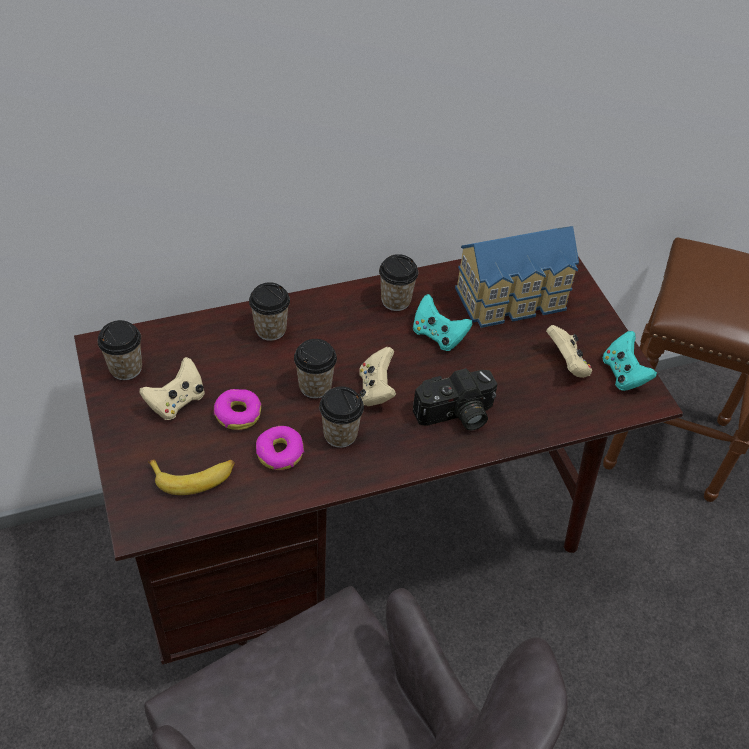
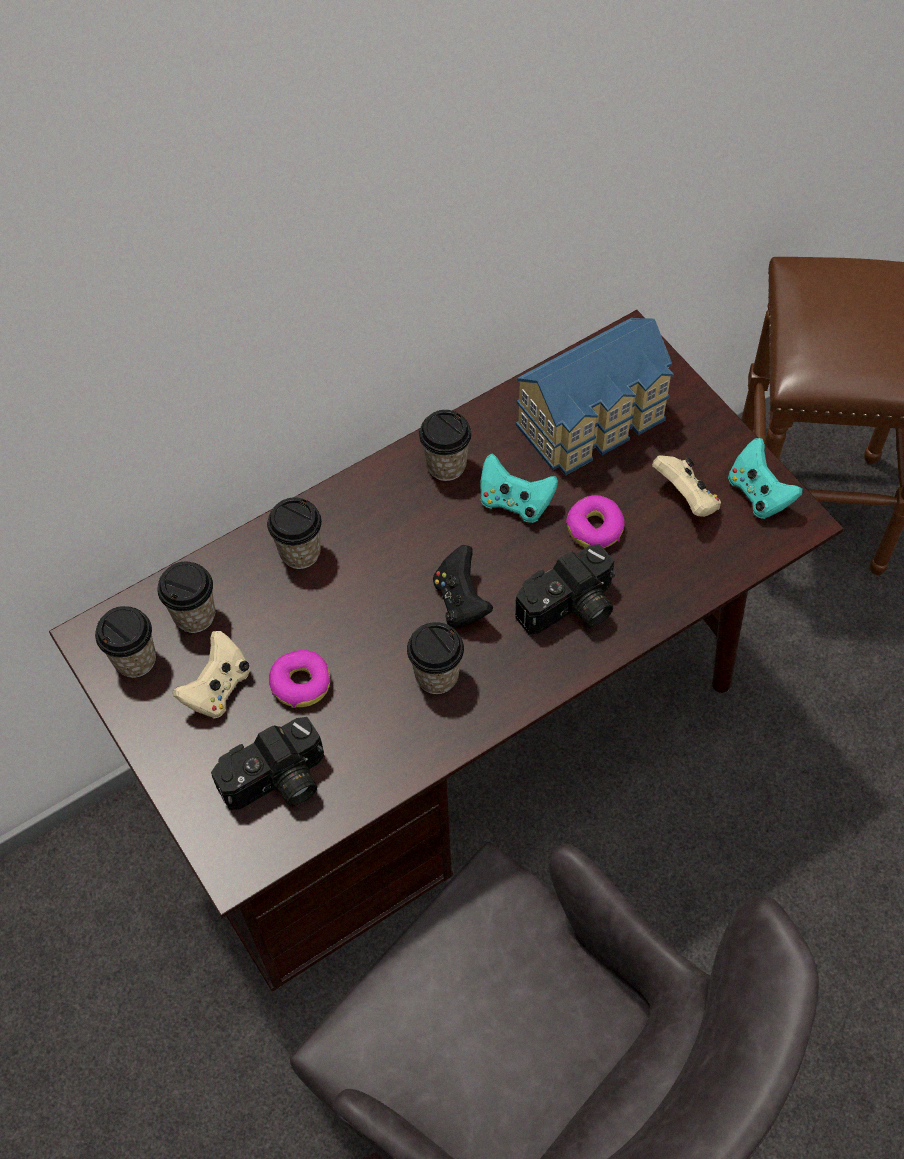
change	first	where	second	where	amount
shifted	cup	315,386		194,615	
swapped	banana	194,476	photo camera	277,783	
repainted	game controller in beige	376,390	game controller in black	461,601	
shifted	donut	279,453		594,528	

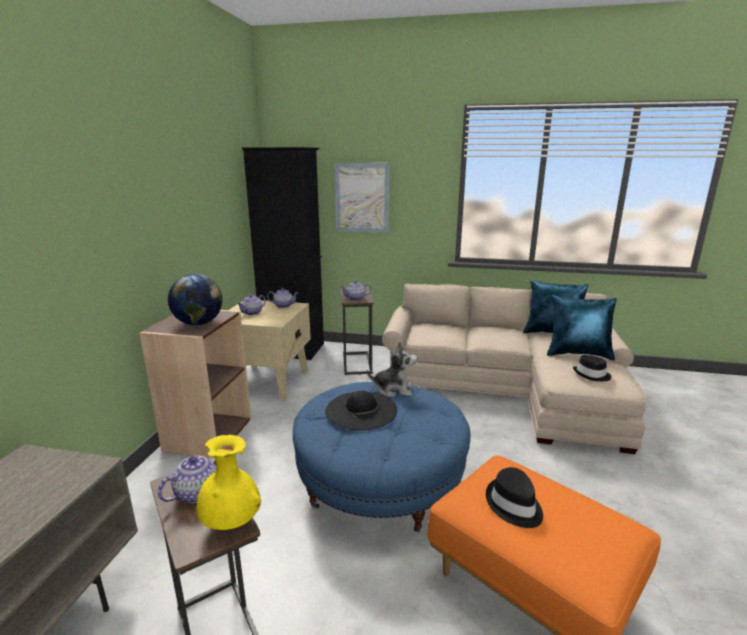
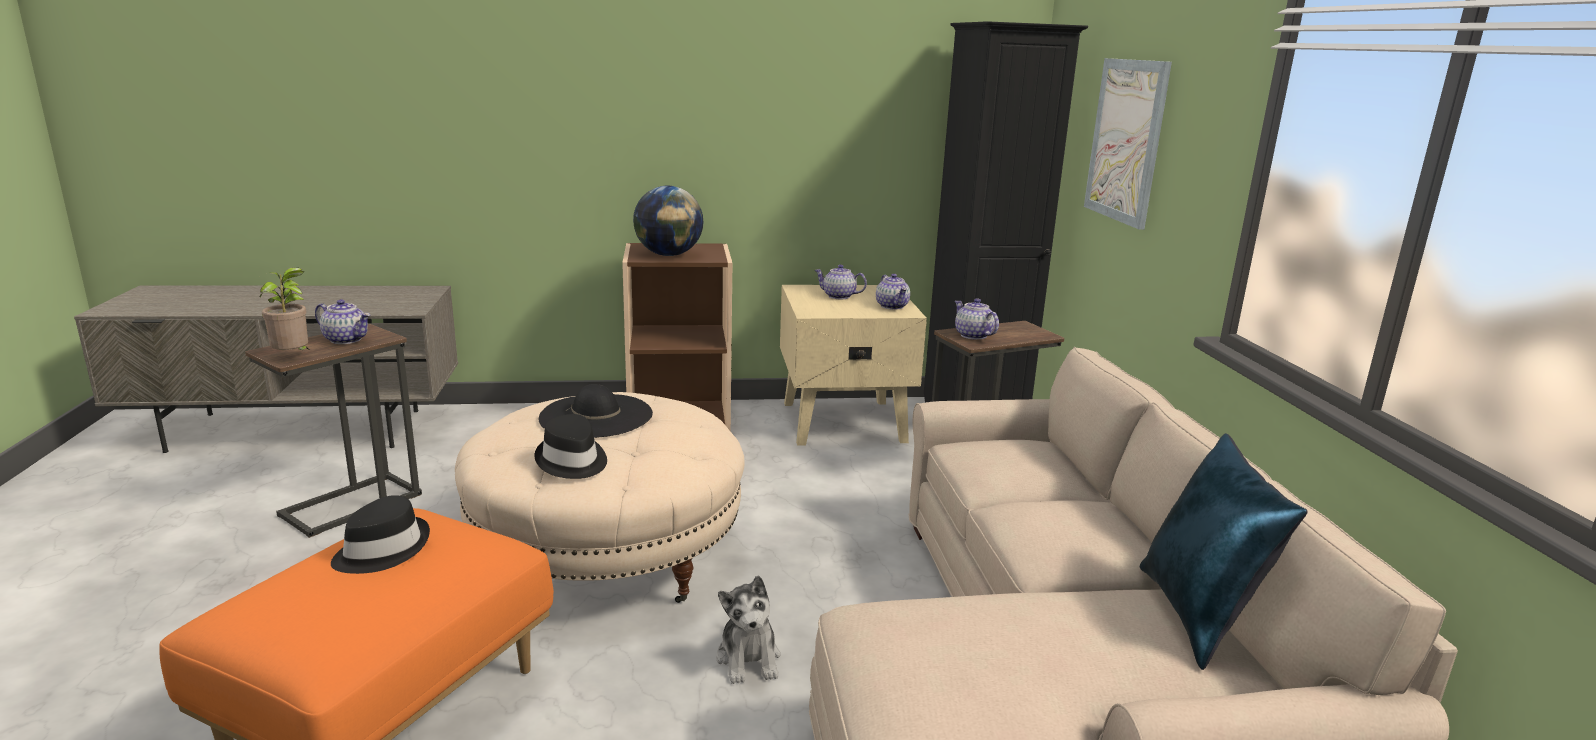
change	first	where	second	where	amount
swapped	vase in yellow	232,524	potted plant	294,357	
repainted	ottoman in blue	380,485	ottoman in beige	606,556	
shifted	hat in black	592,375		571,461	
shifted	plush toy	393,389		749,659	
gone	pillow in blue	578,354			

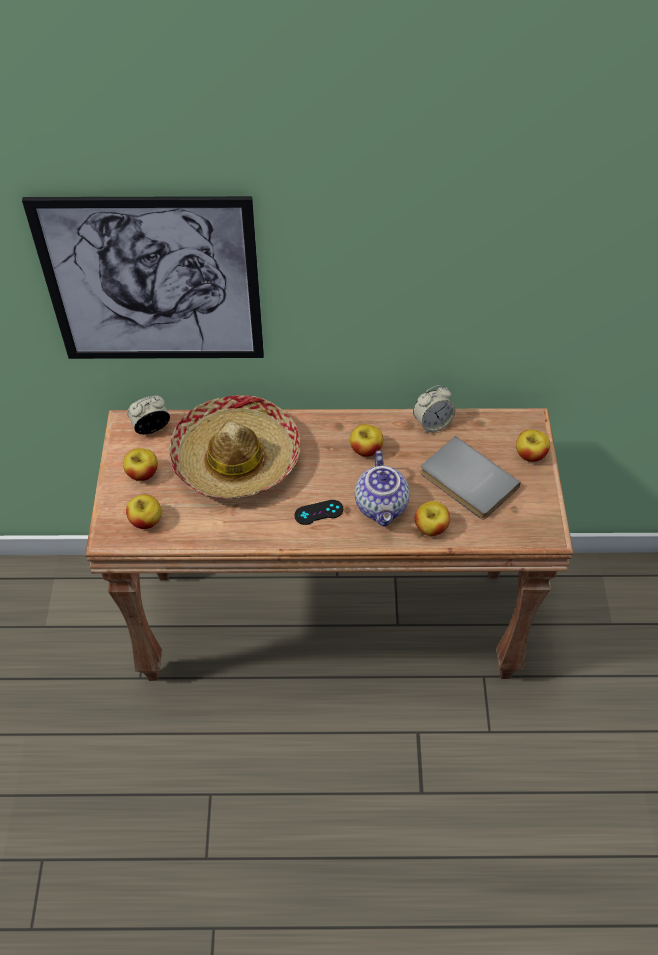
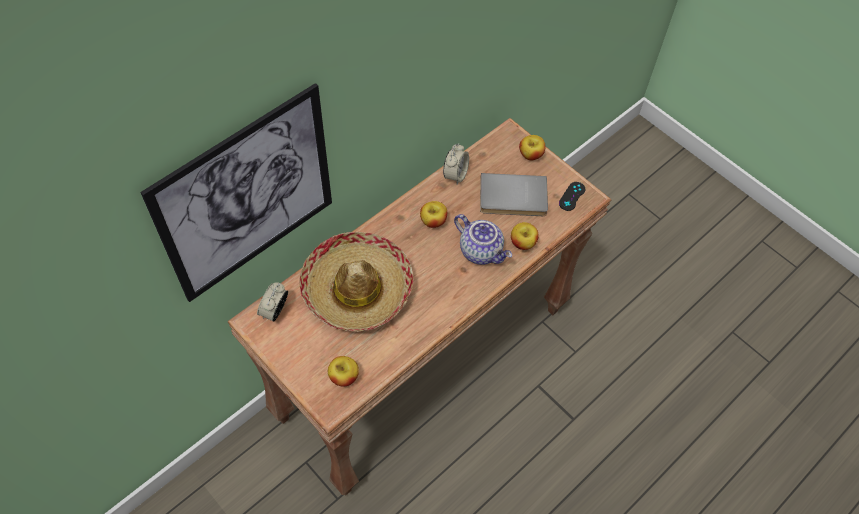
change	first	where	second	where	amount
shifted	game controller in black	319,512		572,196	
gone	apple	142,473			

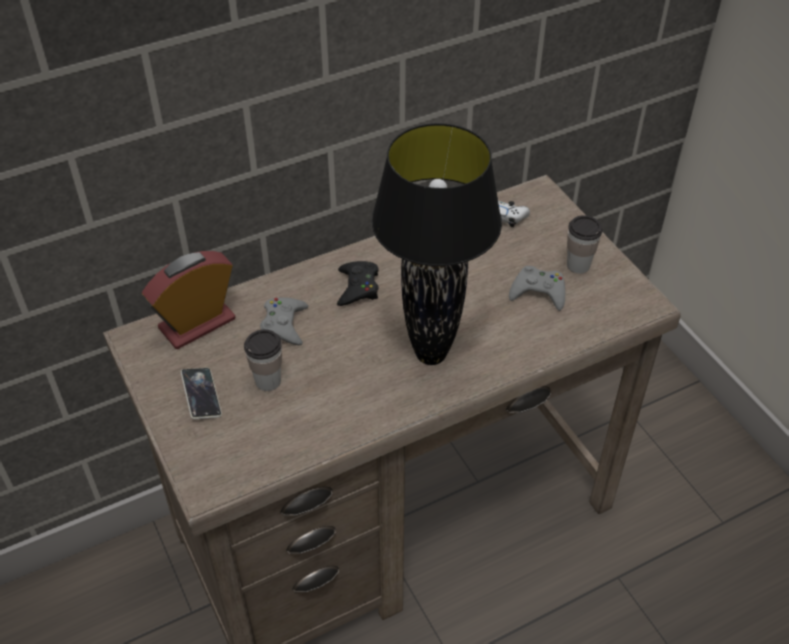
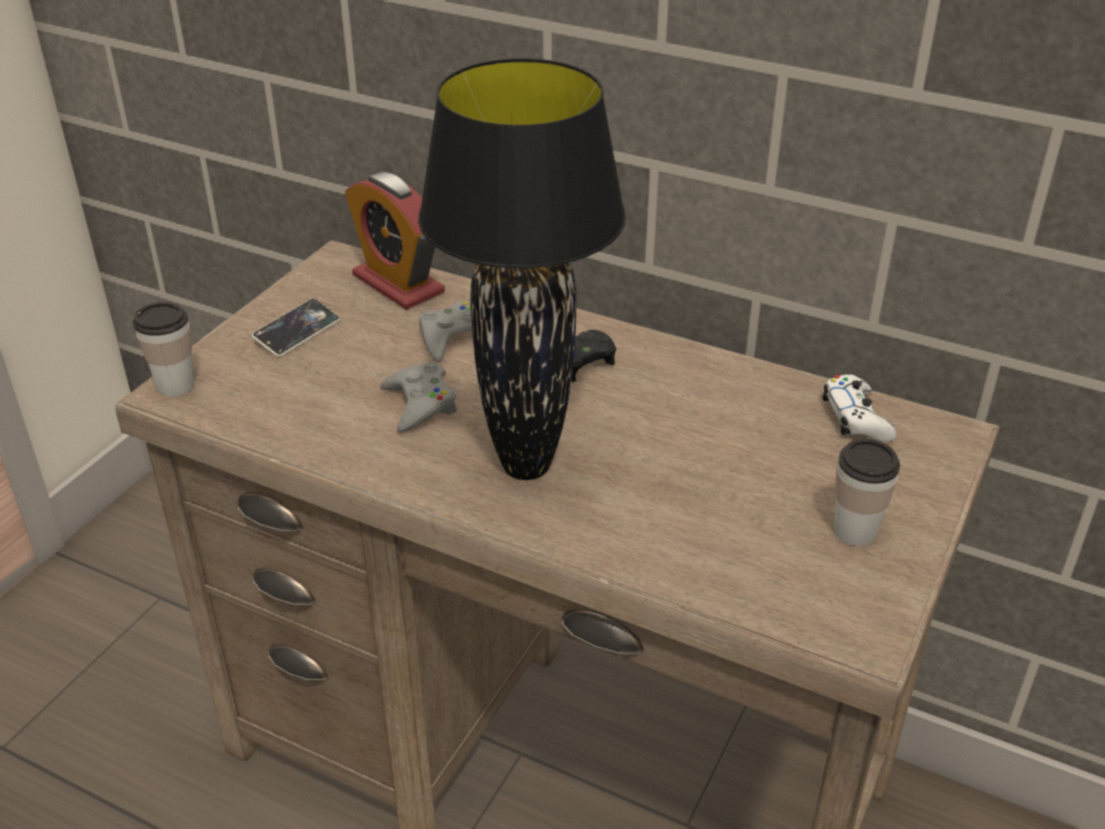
change	first	where	second	where	amount
shifted	cup	268,381		175,385	
rotated	alarm clock	197,324		398,284	150 degrees counterclockwise
shifted	game controller in grey	538,292		420,404	

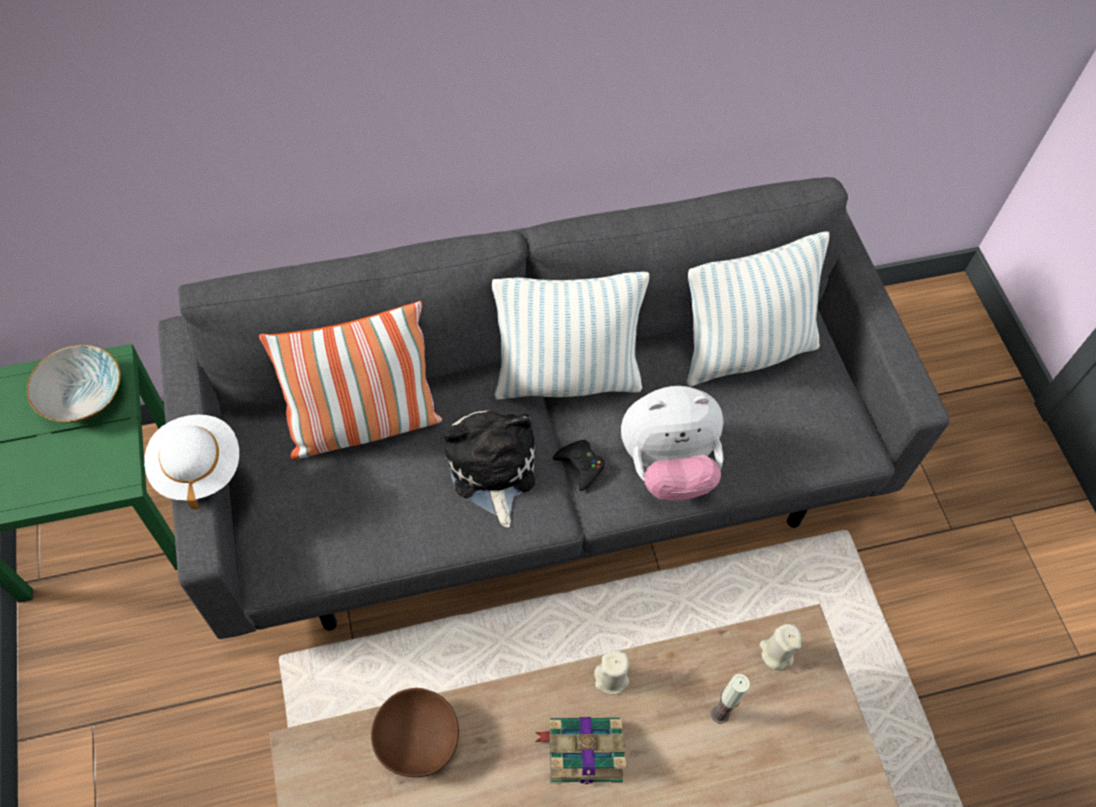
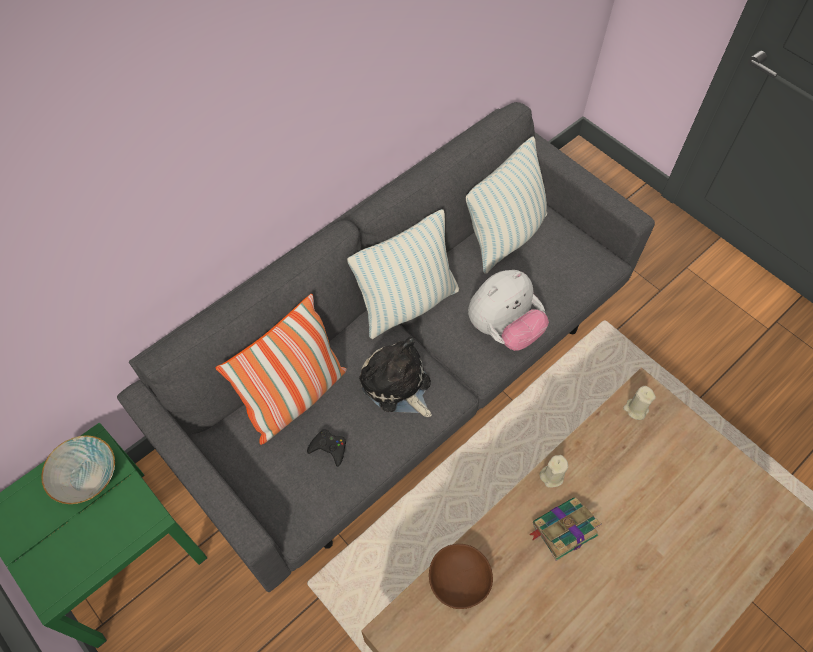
change	first	where	second	where	amount
shifted	game controller in black	580,466		329,448	
gone	hat in white	197,467			
gone	candle	719,714			

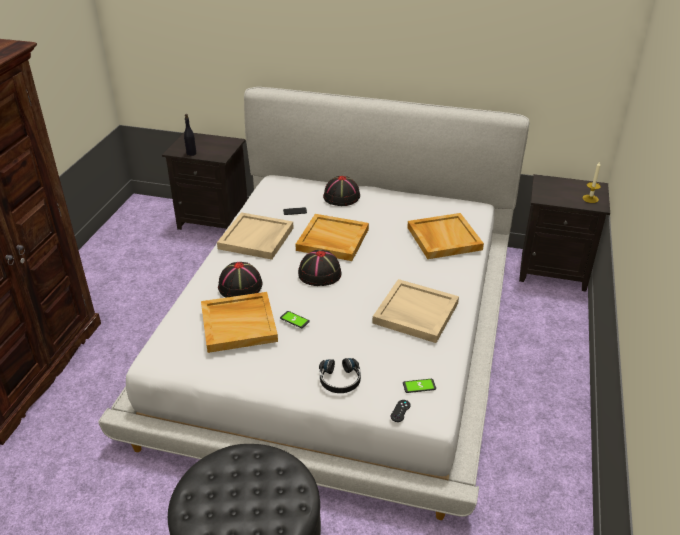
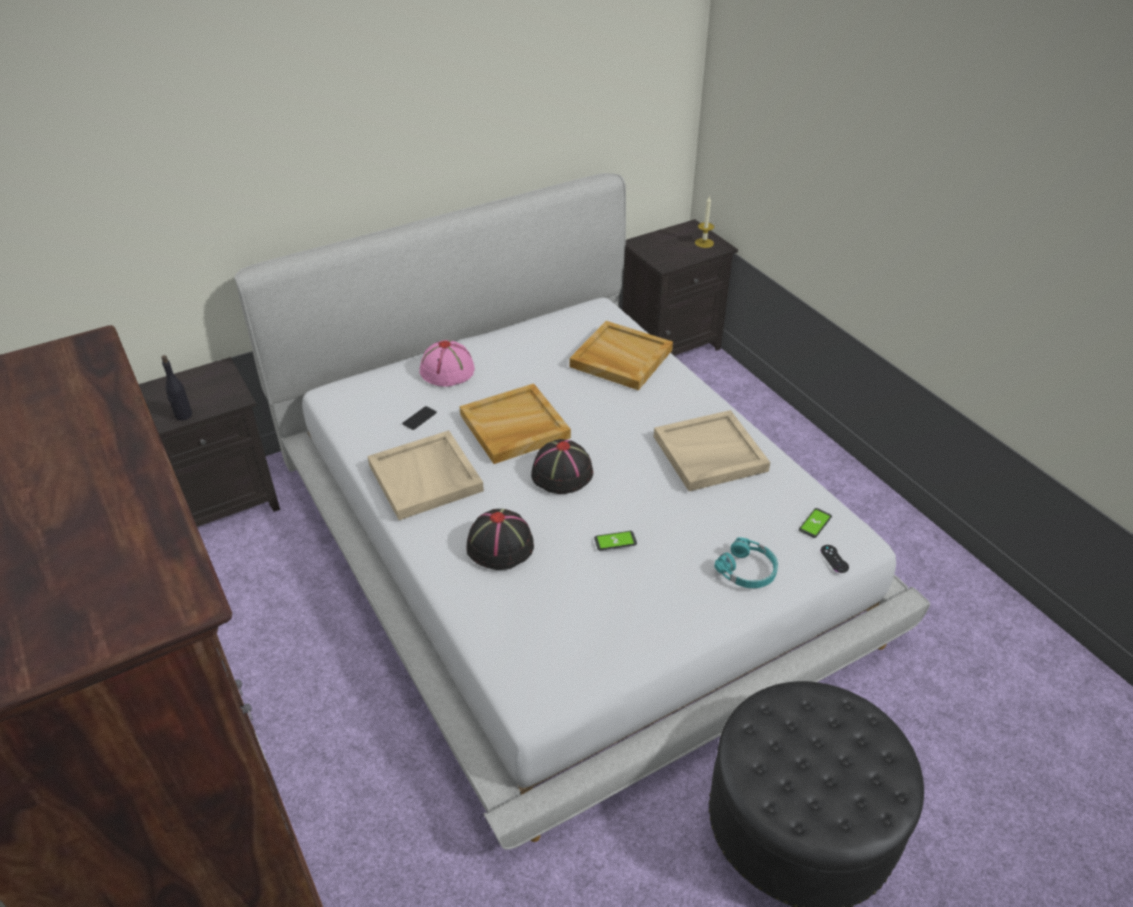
change	first	where	second	where	amount
repainted	hat in black	341,197	hat in pink	448,371	
repainted	headphones in black	340,380	headphones in turquoise	748,570	
gone	tray in beige	239,324			

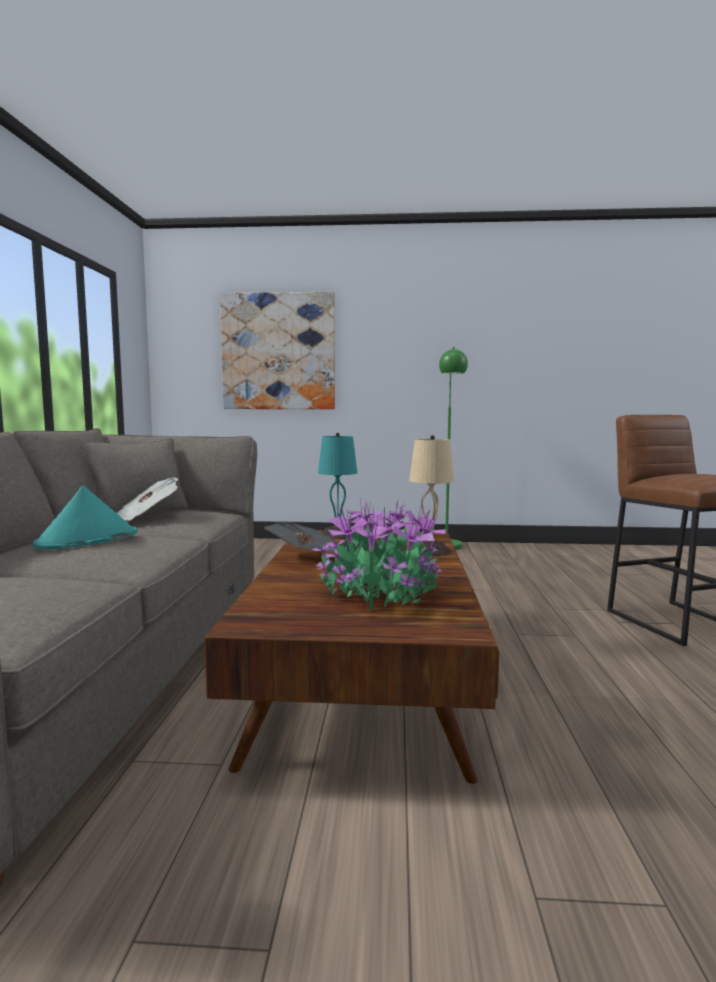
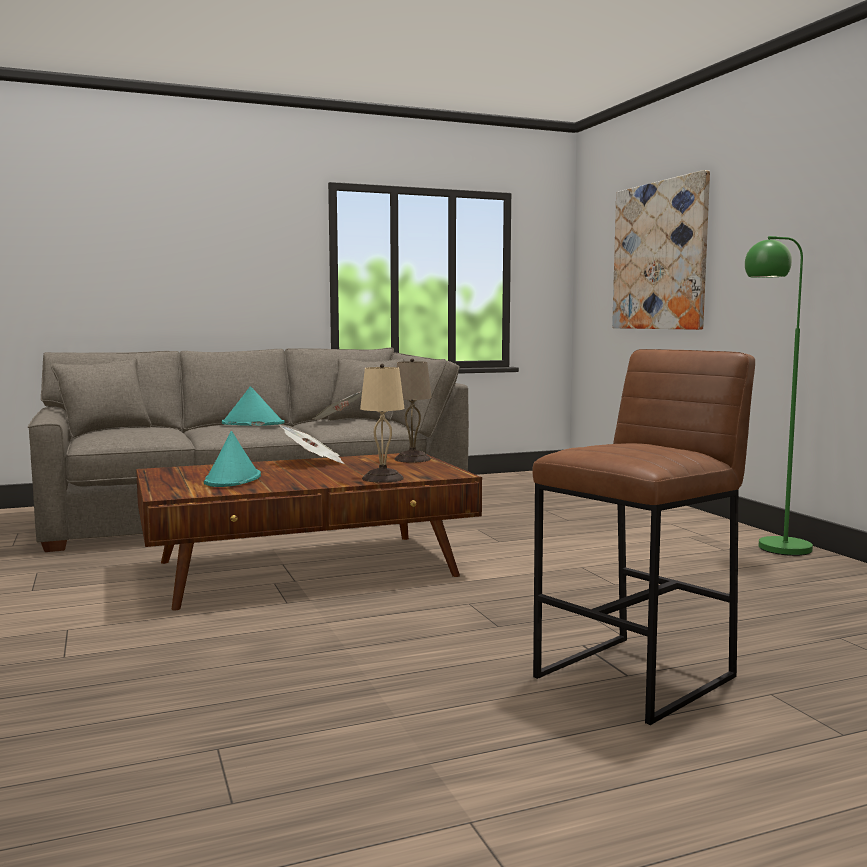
change	first	where	second	where	amount
swapped	potted plant	379,594	hat in turquoise	233,480	
repainted	table lamp in turquoise	337,535	table lamp in beige	413,459	

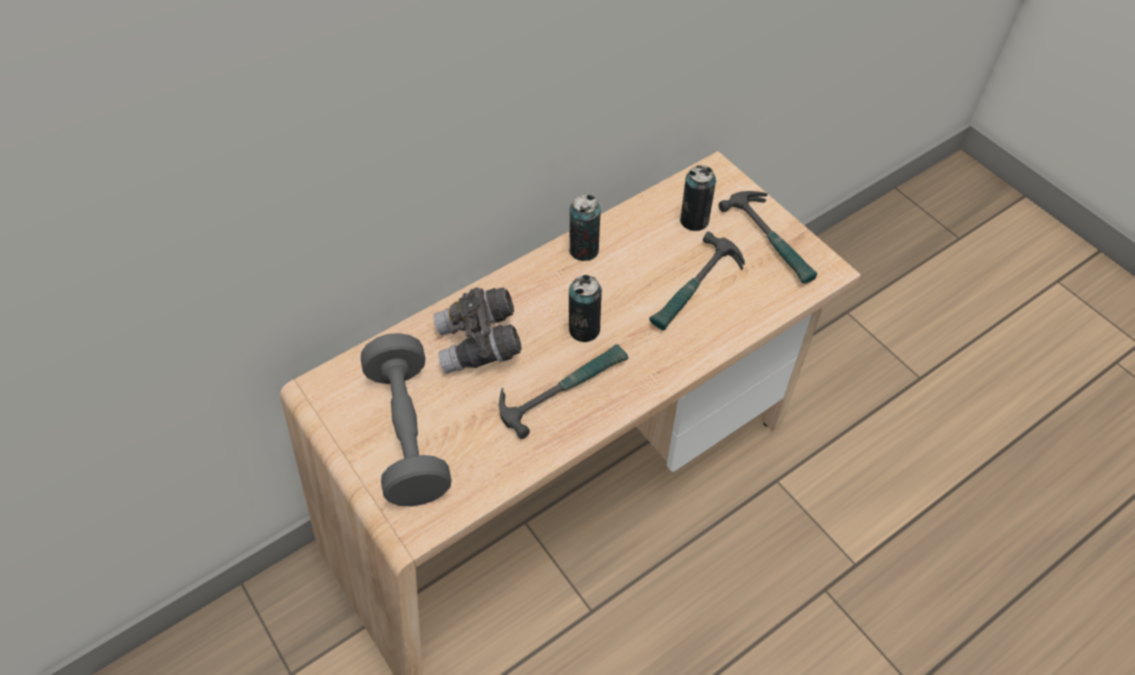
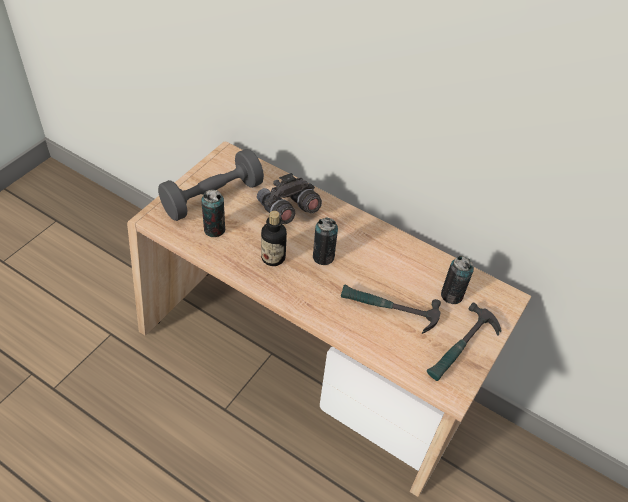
change	first	where	second	where	amount
shifted	can	584,250		214,229	
swapped	hammer	563,388	bottle	273,257	

